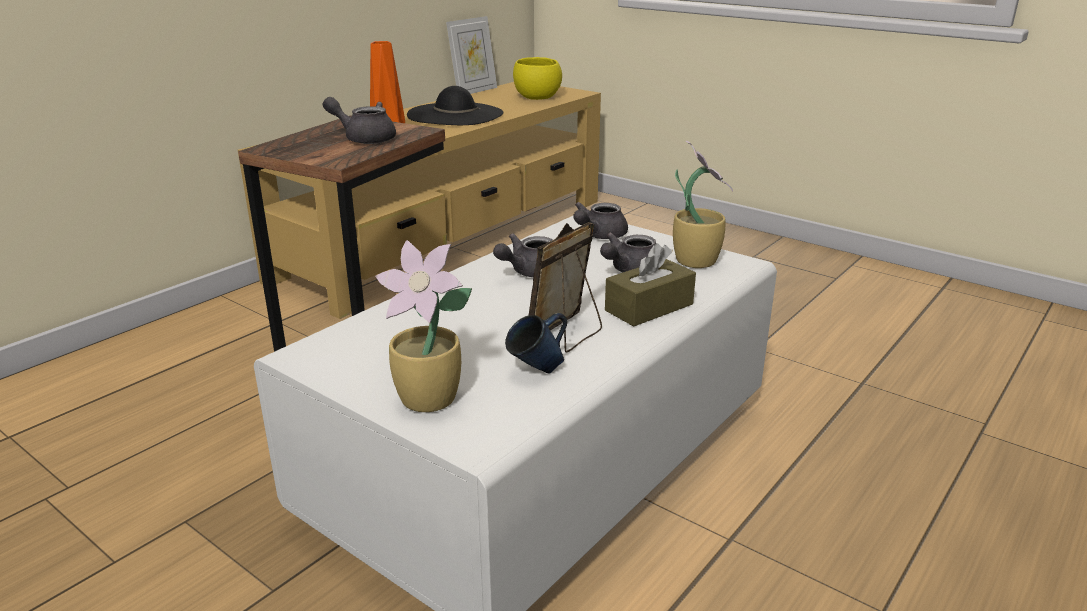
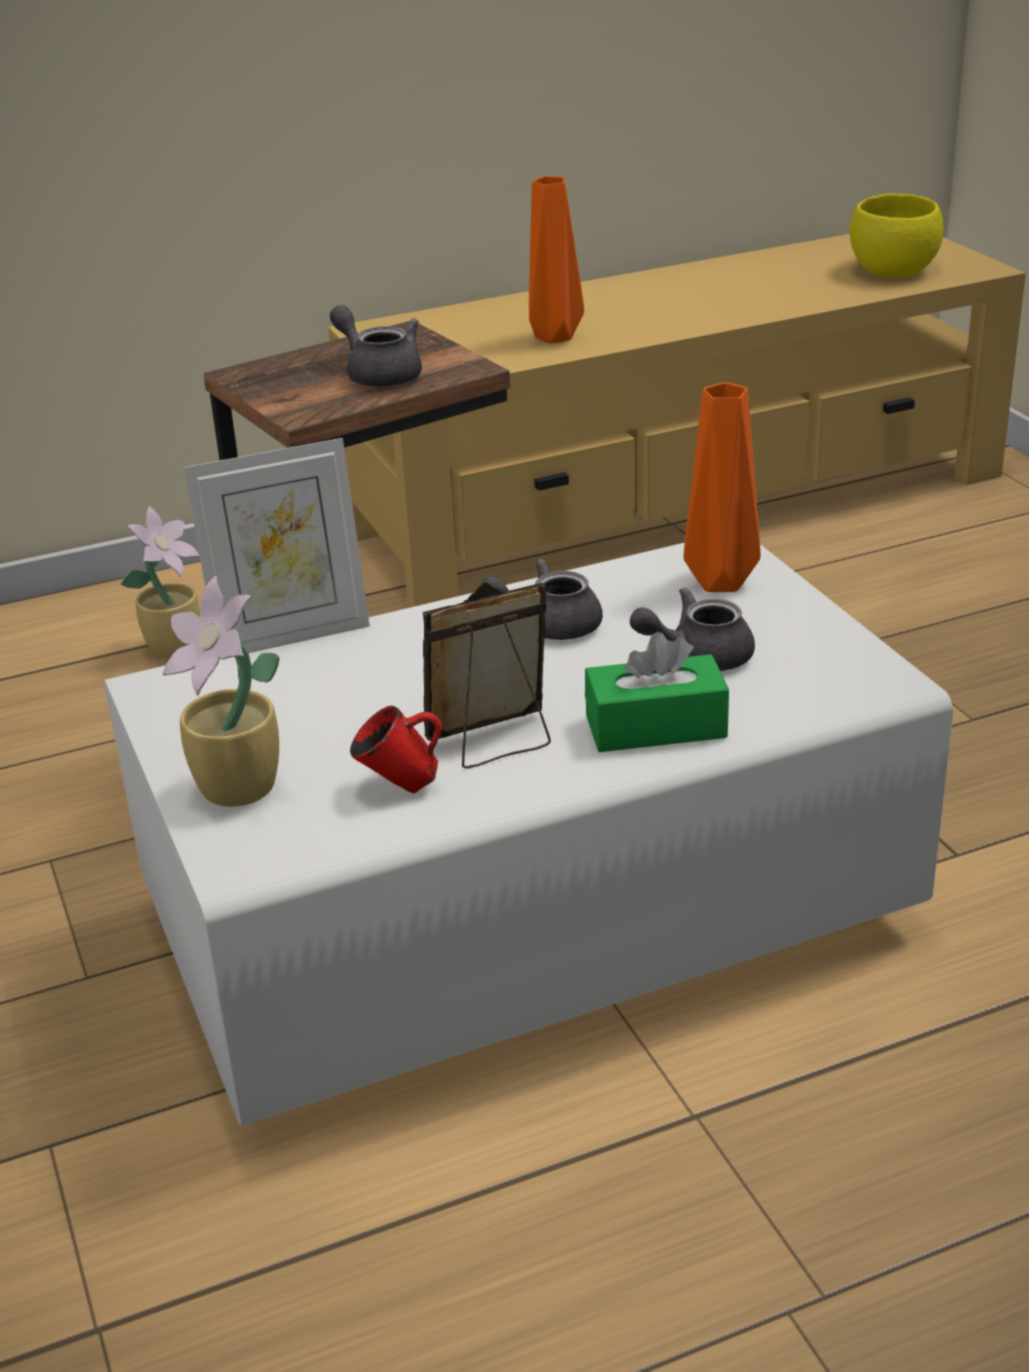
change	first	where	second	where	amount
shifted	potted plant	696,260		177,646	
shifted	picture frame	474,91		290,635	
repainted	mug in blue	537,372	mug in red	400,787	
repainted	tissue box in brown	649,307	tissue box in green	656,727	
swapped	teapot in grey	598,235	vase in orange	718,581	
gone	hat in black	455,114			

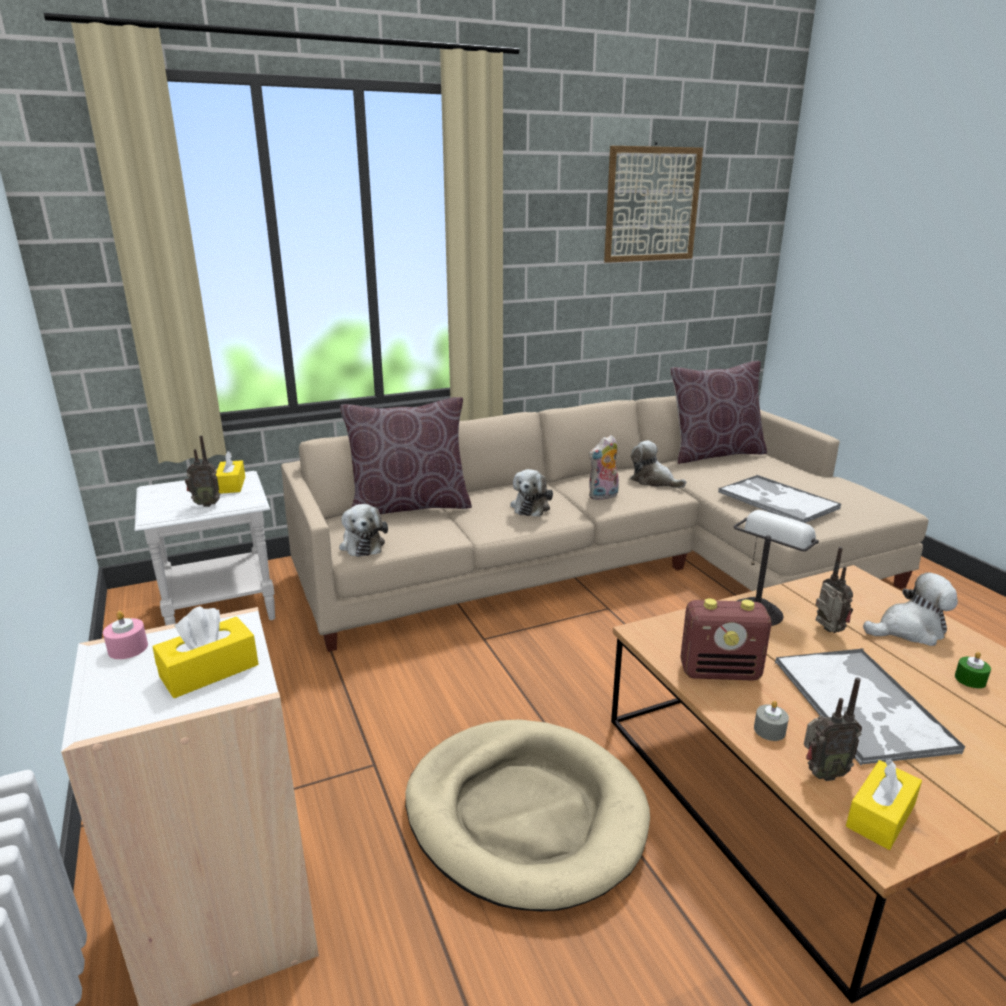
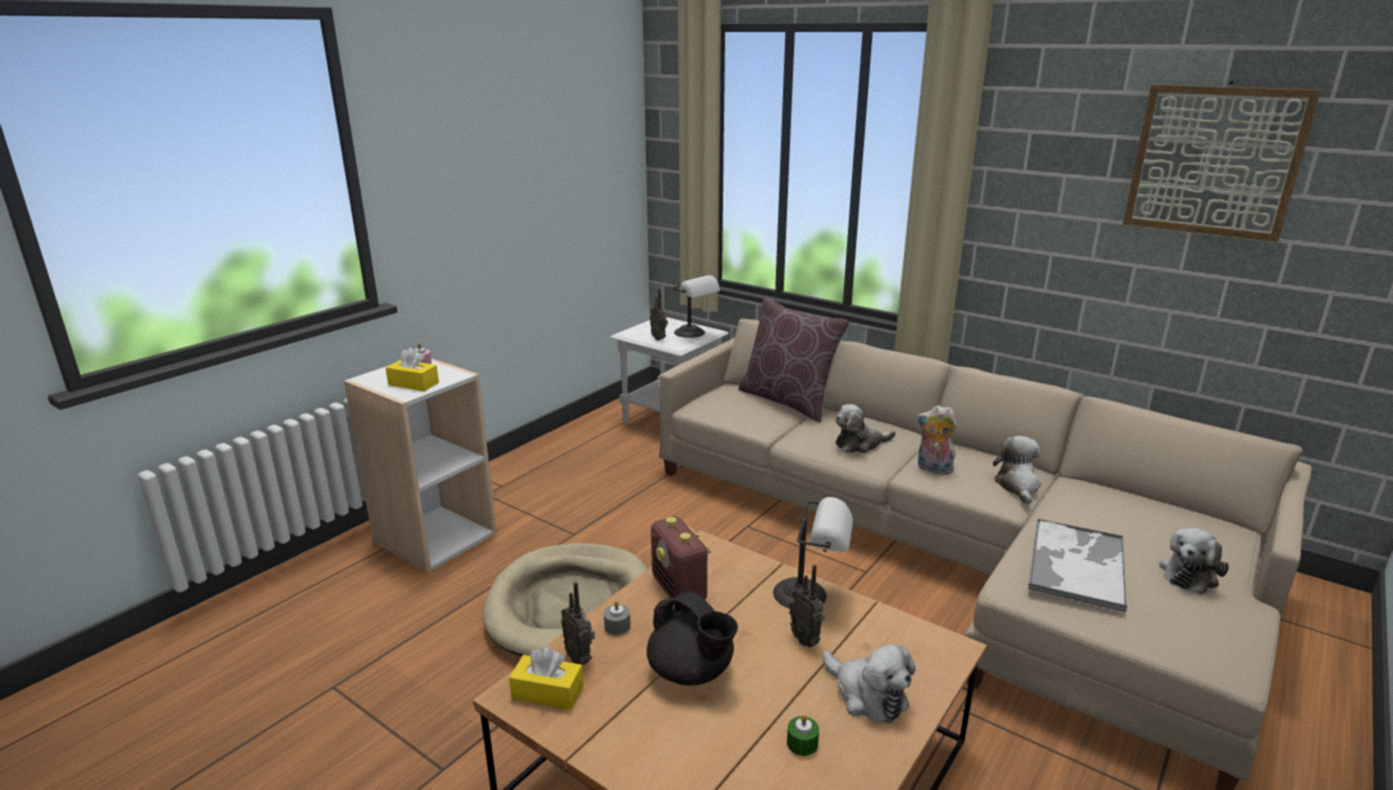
change	first	where	second	where	amount
swapped	tray	861,705	teapot in black	691,672	
swapped	tissue box in yellow	231,485	table lamp	694,334	
rotated	radio	827,631		806,640	105 degrees clockwise
shifted	plush toy	362,544		1190,574	
gone	pillow in brown	714,454			

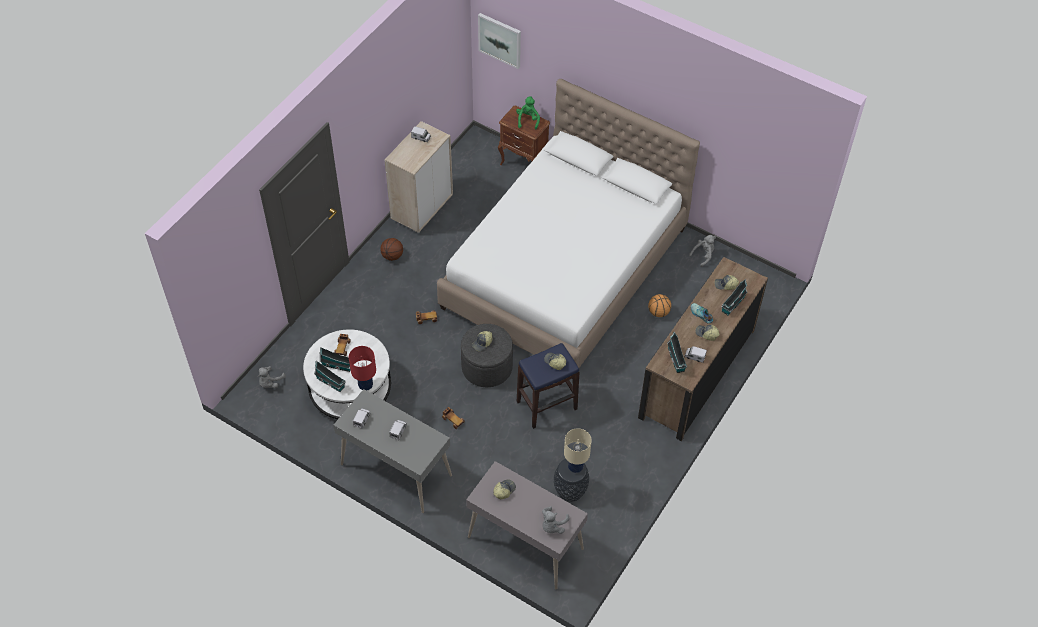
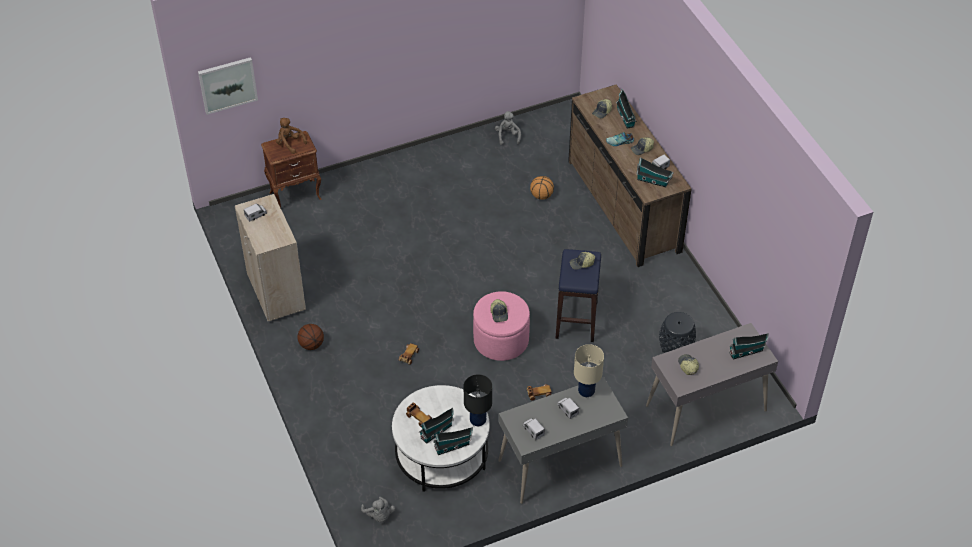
change	first	where	second	where	amount
repainted	plush toy in green	528,120	plush toy in brown	290,143	
repainted	table lamp in red	365,386	table lamp in black	478,421	
repainted	ottoman in grey	487,367	ottoman in pink	501,340	
shifted	table lamp in beige	575,467		586,392	
swapped	plush toy in grey	552,526	toy house	747,351	
gone	bed in white	565,268			

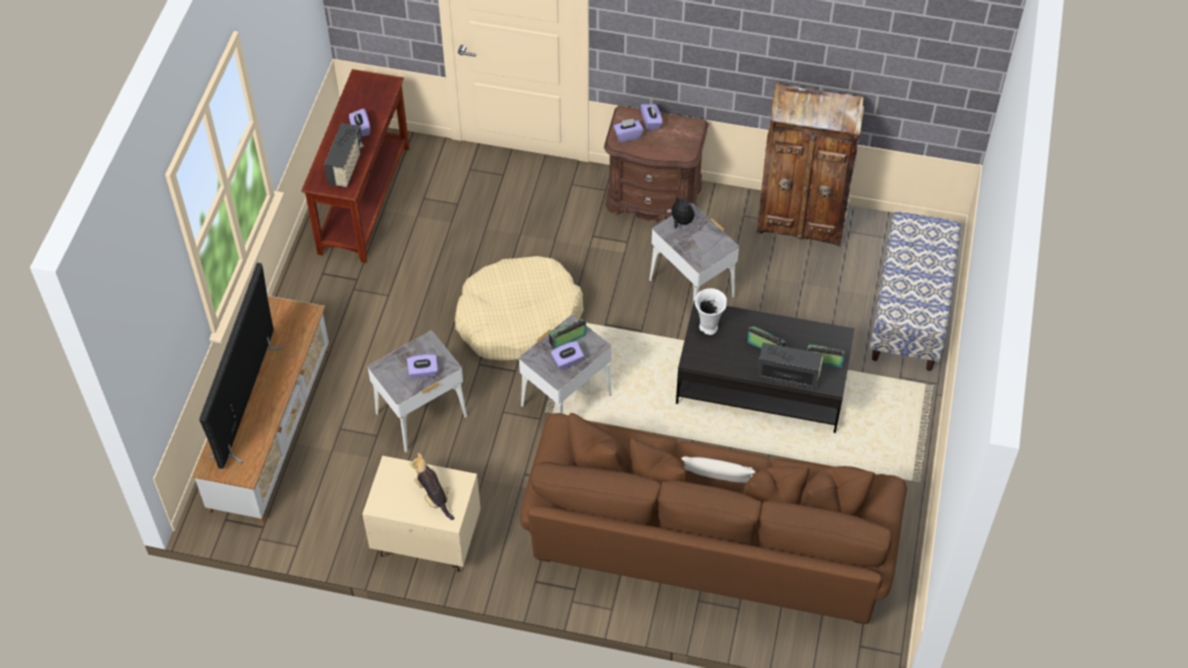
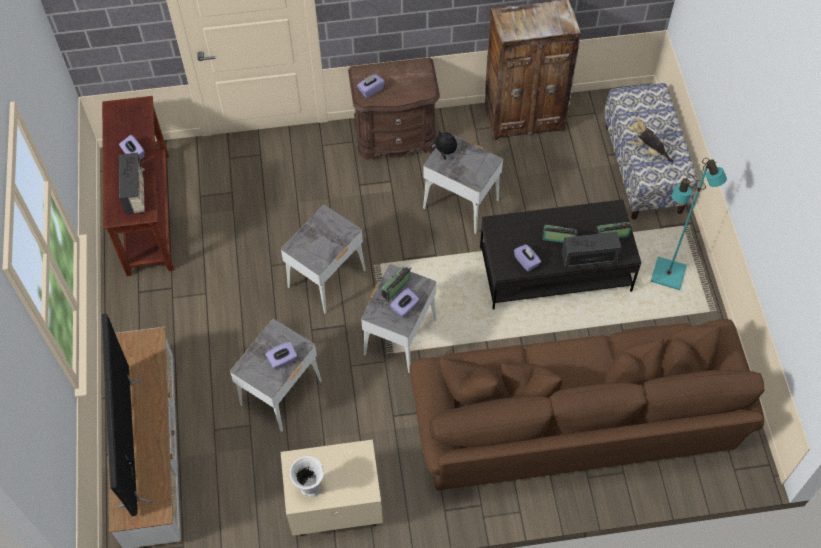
change	first	where	second	where	amount
swapped	dog bed in beige	518,319	side table	328,278	
shifted	vase in white	708,328		310,489	
shifted	tissue box in purple	651,122		526,261	
shifted	plush toy	433,496		648,150	
new			floor lamp in turquoise	668,274	
gone	pillow in white	717,481			

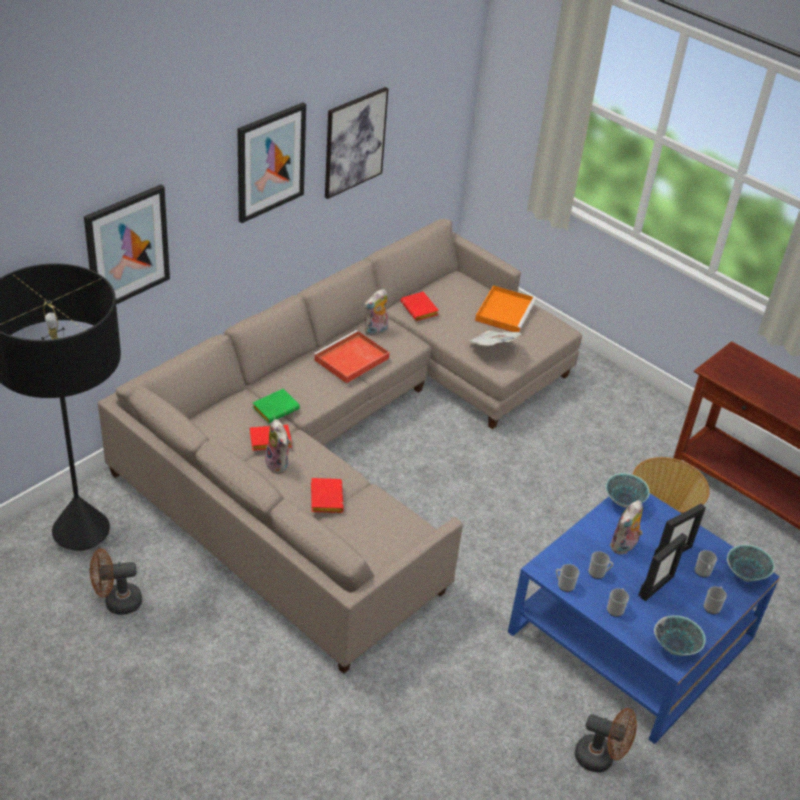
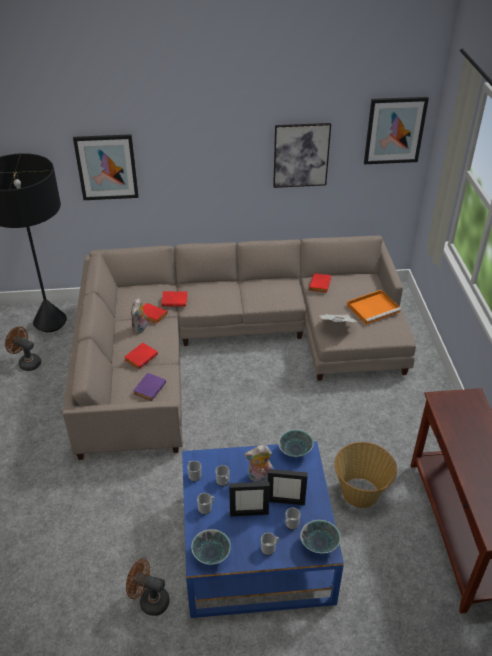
change	first	where	second	where	amount
rotated	fan in brown	601,758		149,601	135 degrees clockwise
new			book in purple	149,388	
repainted	book in green	276,408	book in red	175,300	
shifted	picture	270,162		394,130	
gone	tray in red	350,360			
gone	plush toy	376,331			

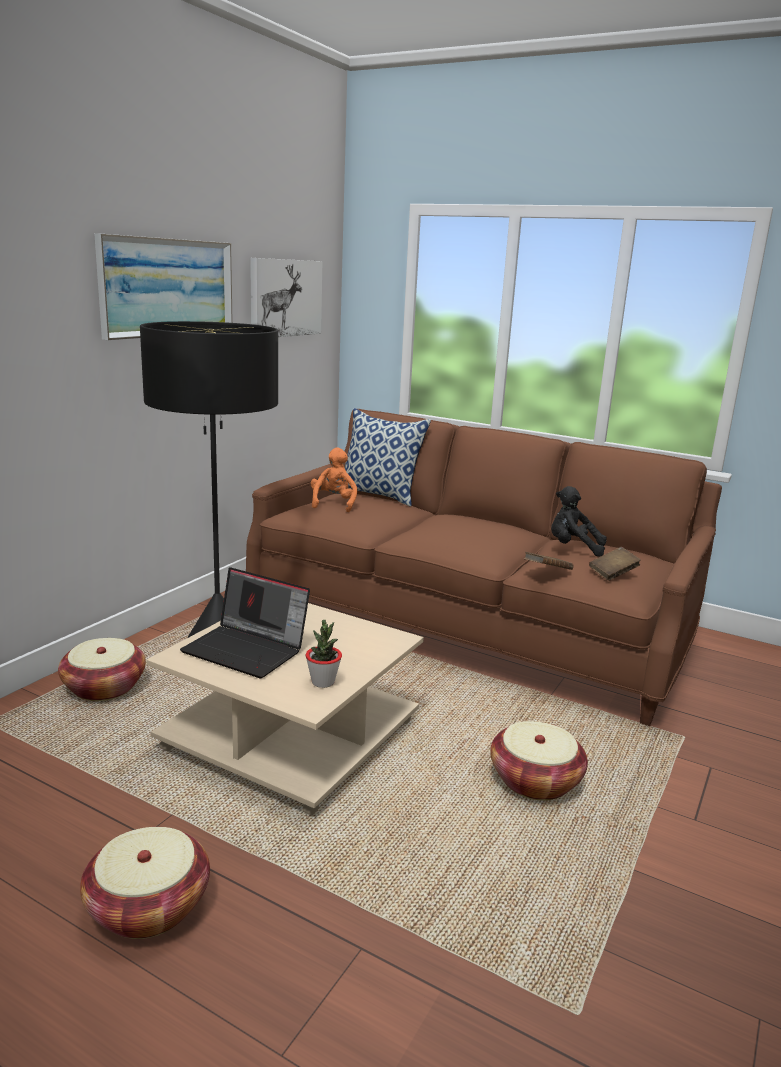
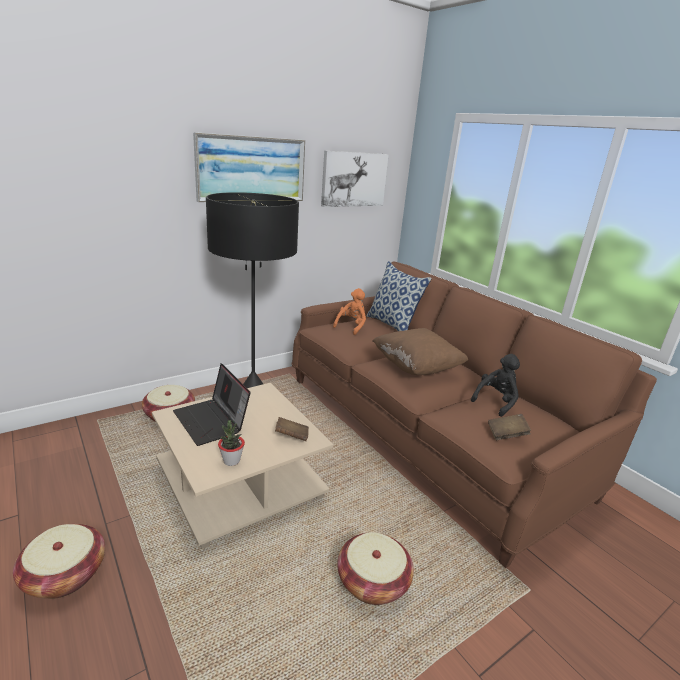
change	first	where	second	where	amount
shifted	book in brown	547,571		291,436	
new			pillow in brown	416,367	
rotated	plush toy in black	573,548		495,401	90 degrees clockwise

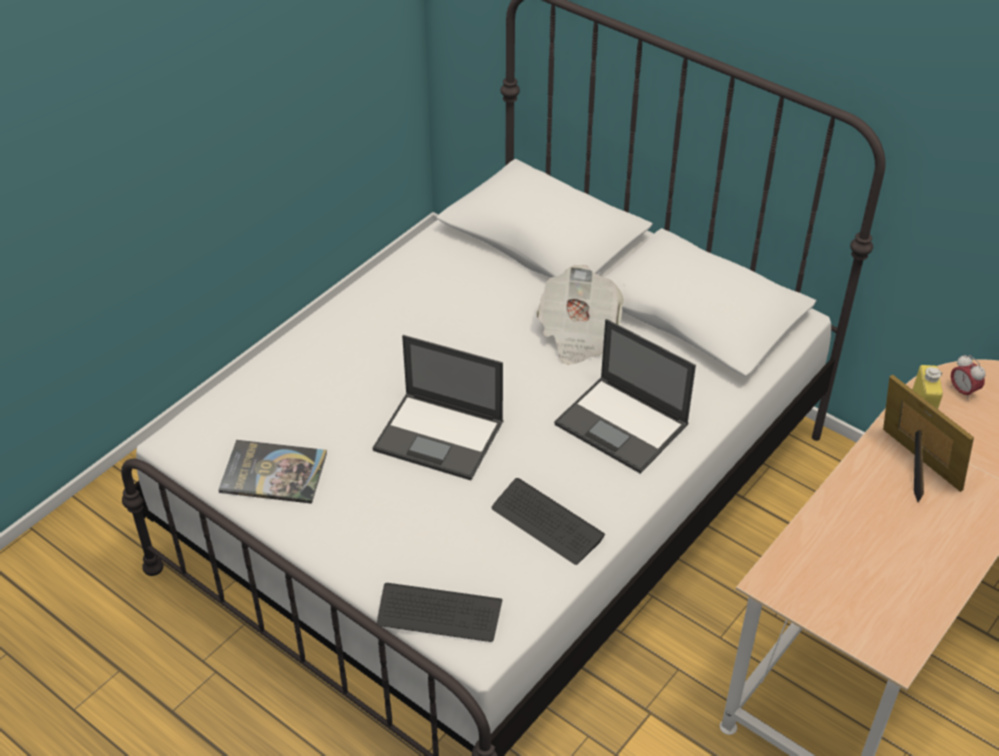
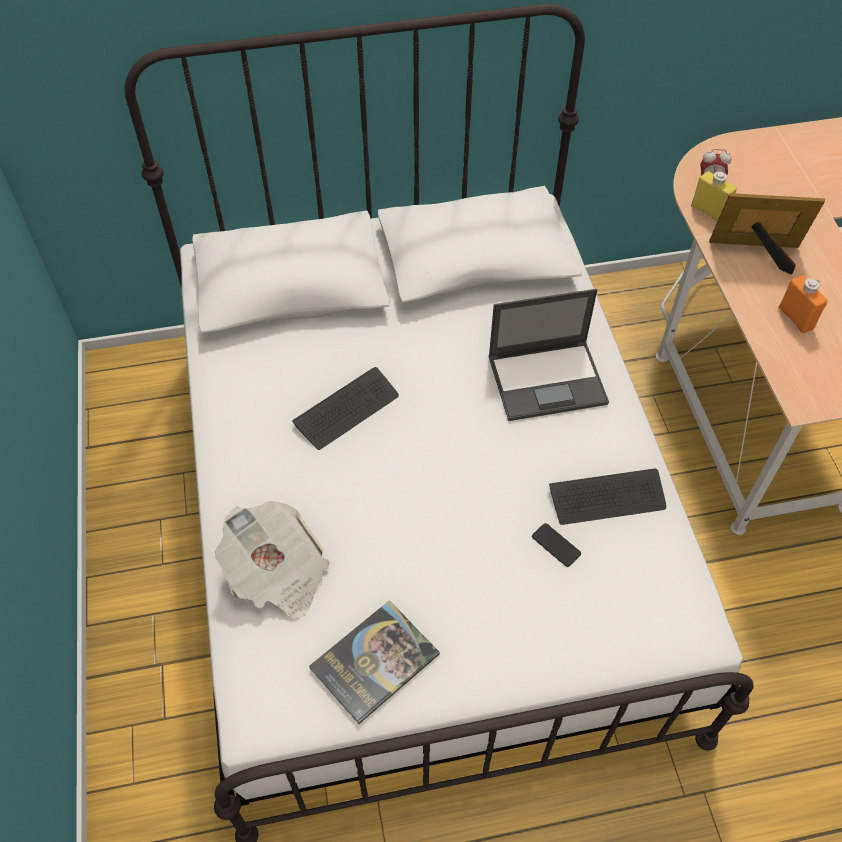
change	first	where	second	where	amount
shifted	newspaper	578,334		277,573	
shifted	keyboard	439,614		347,410	
new			phone	556,545	
new			bottle in orange	795,318	
gone	laptop	440,436			

